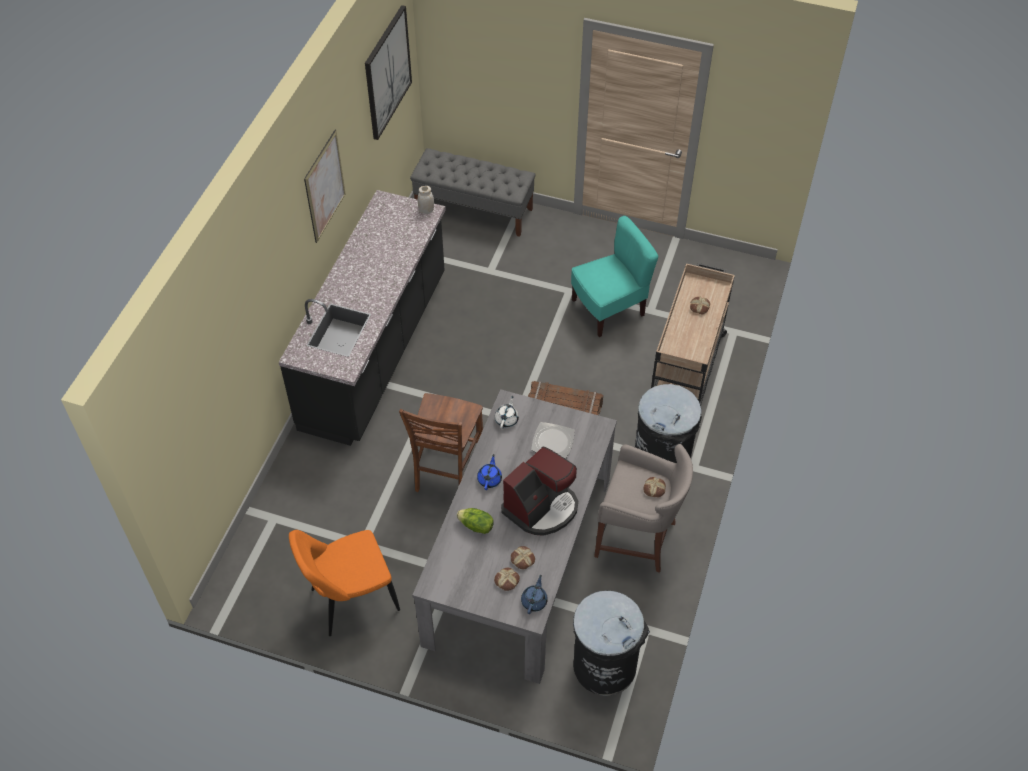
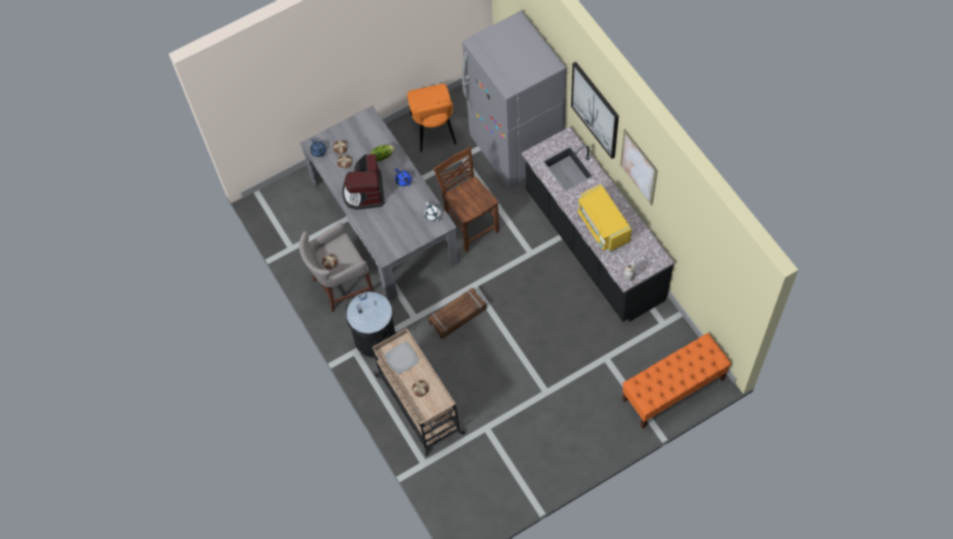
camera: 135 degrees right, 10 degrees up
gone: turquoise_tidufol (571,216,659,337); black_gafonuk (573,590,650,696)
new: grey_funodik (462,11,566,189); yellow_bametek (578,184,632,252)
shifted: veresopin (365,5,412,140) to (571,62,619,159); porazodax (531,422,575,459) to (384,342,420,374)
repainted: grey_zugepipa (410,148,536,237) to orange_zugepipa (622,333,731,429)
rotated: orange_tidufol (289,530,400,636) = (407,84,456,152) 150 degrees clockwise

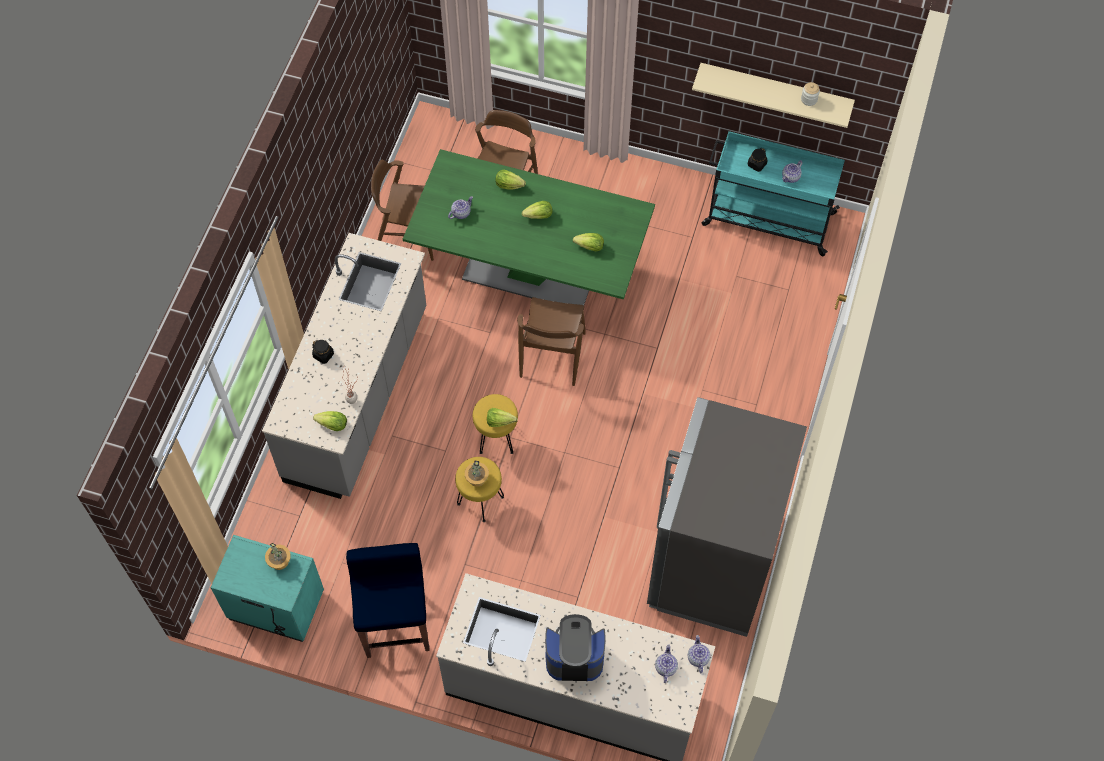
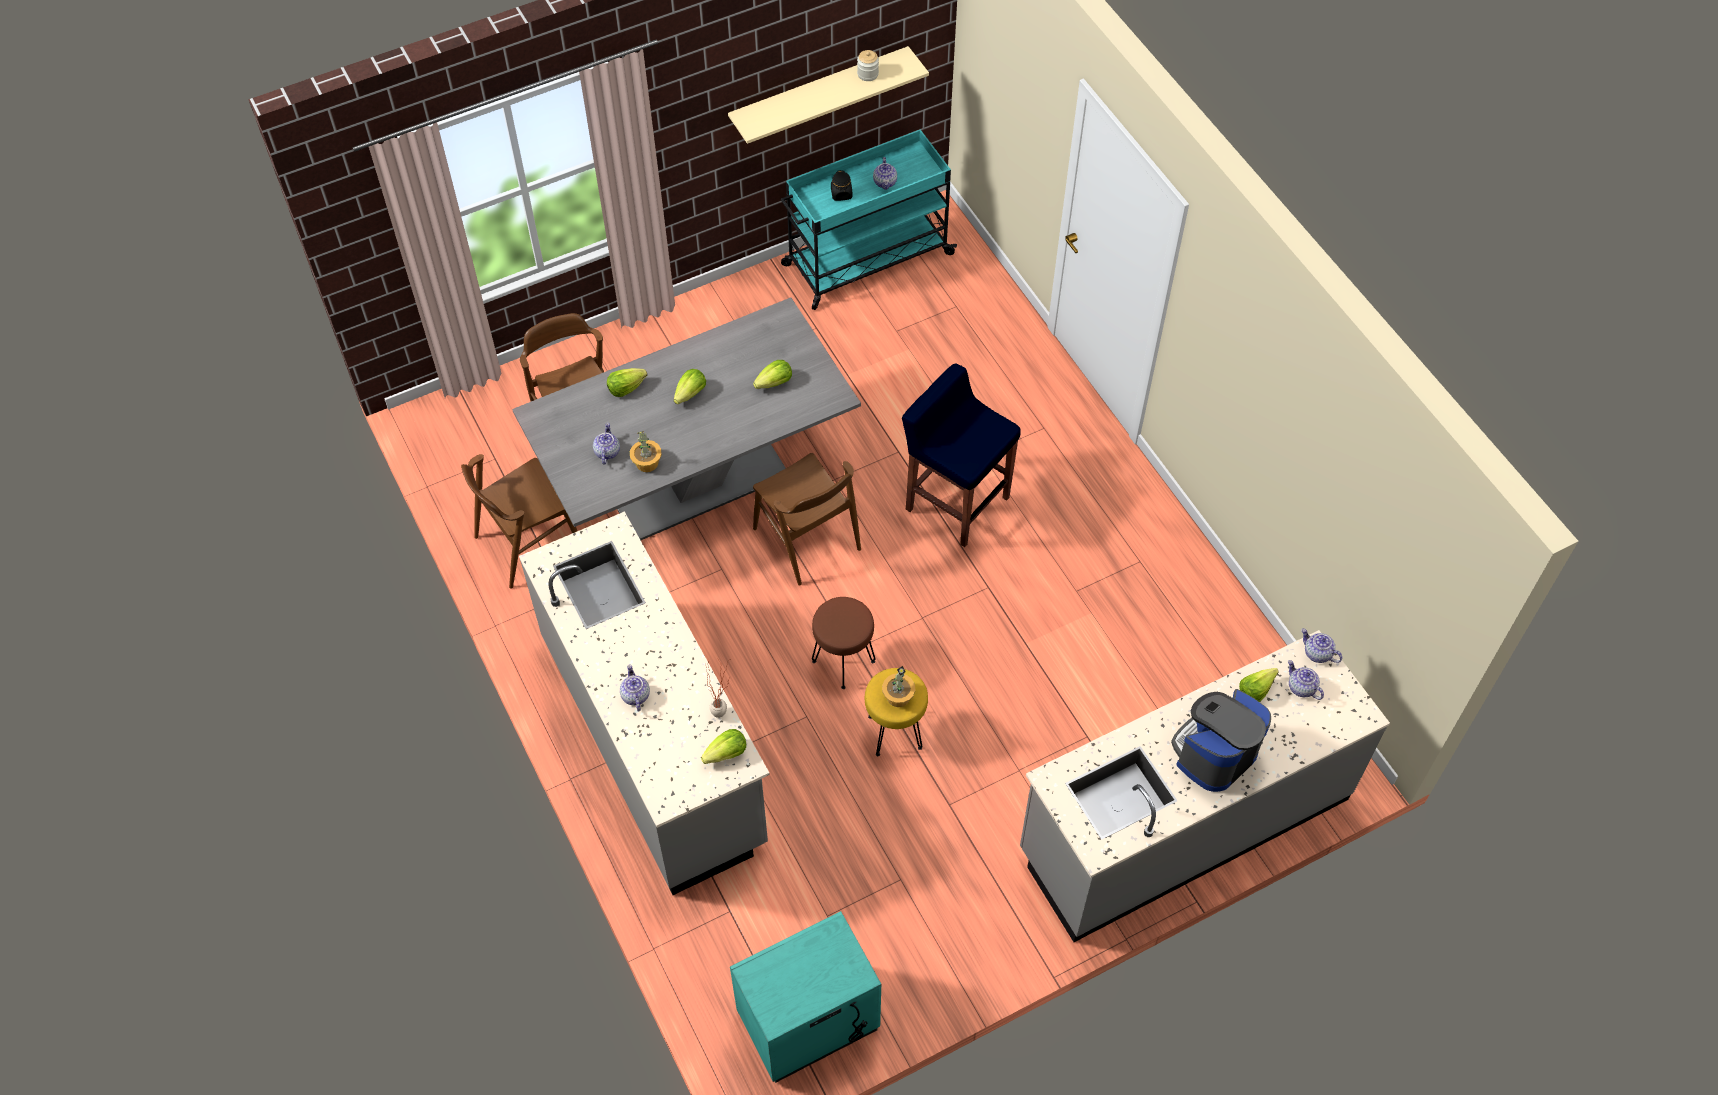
camera: 45 degrees left, 5 degrees down
gone: grey_funodik (647,397,807,637)
shifted: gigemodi (265,543,291,570) to (630,431,662,472); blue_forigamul (346,543,430,658) to (902,364,1021,547); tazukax (487,408,518,427) to (1239,668,1279,702)
swapped: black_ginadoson (312,340,334,364) to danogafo (620,664,650,712)
repainted: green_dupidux (403,149,655,305) to grey_dupidux (512,297,861,540); yellow_forigamul (473,394,518,454) to brown_forigamul (812,597,875,689)

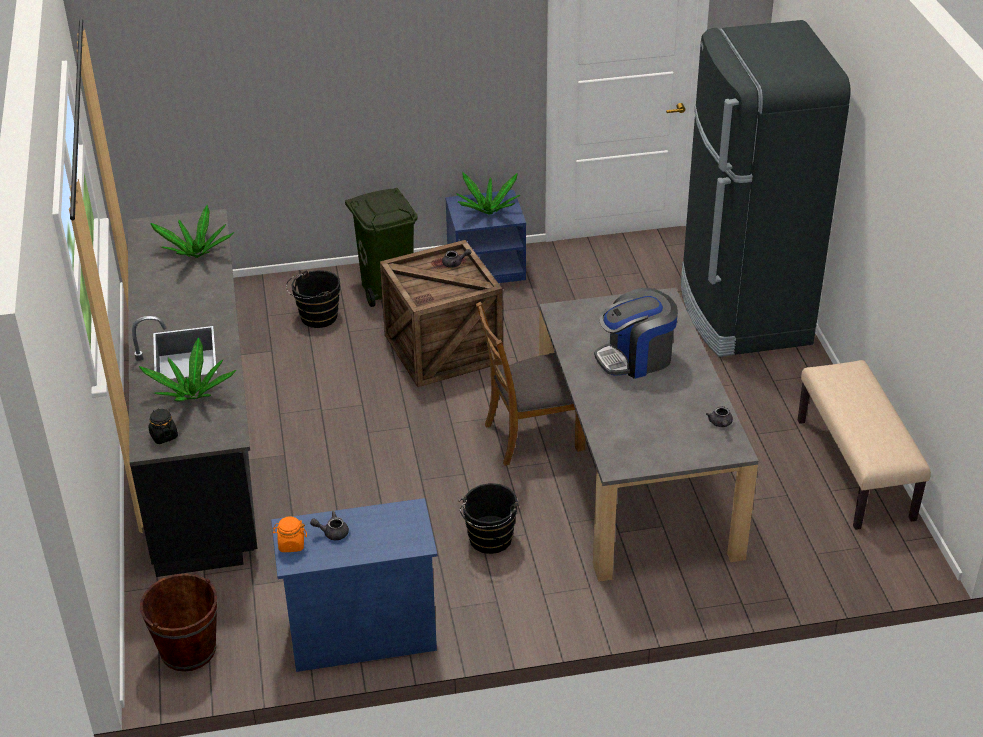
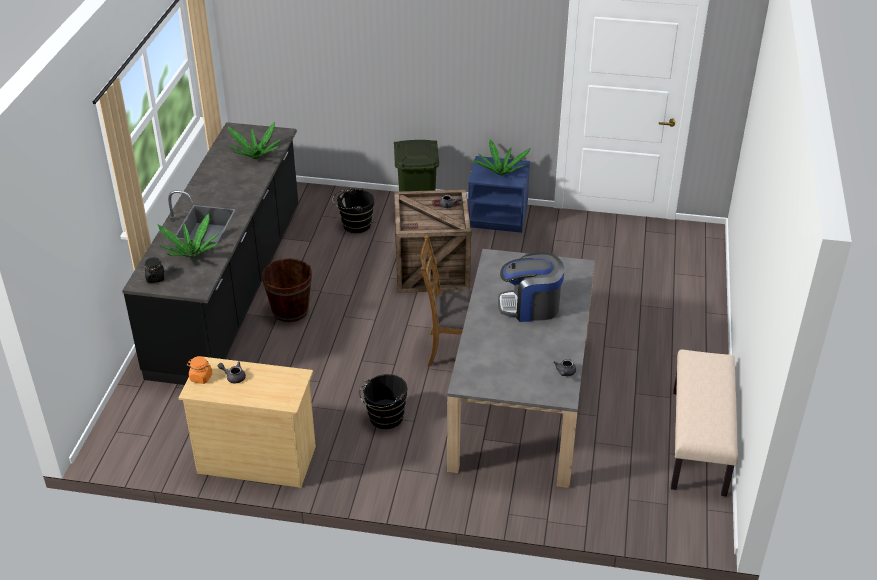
camera: 20 degrees right, 0 degrees up
gone: black_funodik (681,20,851,357)
shifted: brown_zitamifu (140,573,217,672) to (262,258,312,322)
repainted: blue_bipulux (271,498,437,672) to beige_bipulux (178,357,316,488)

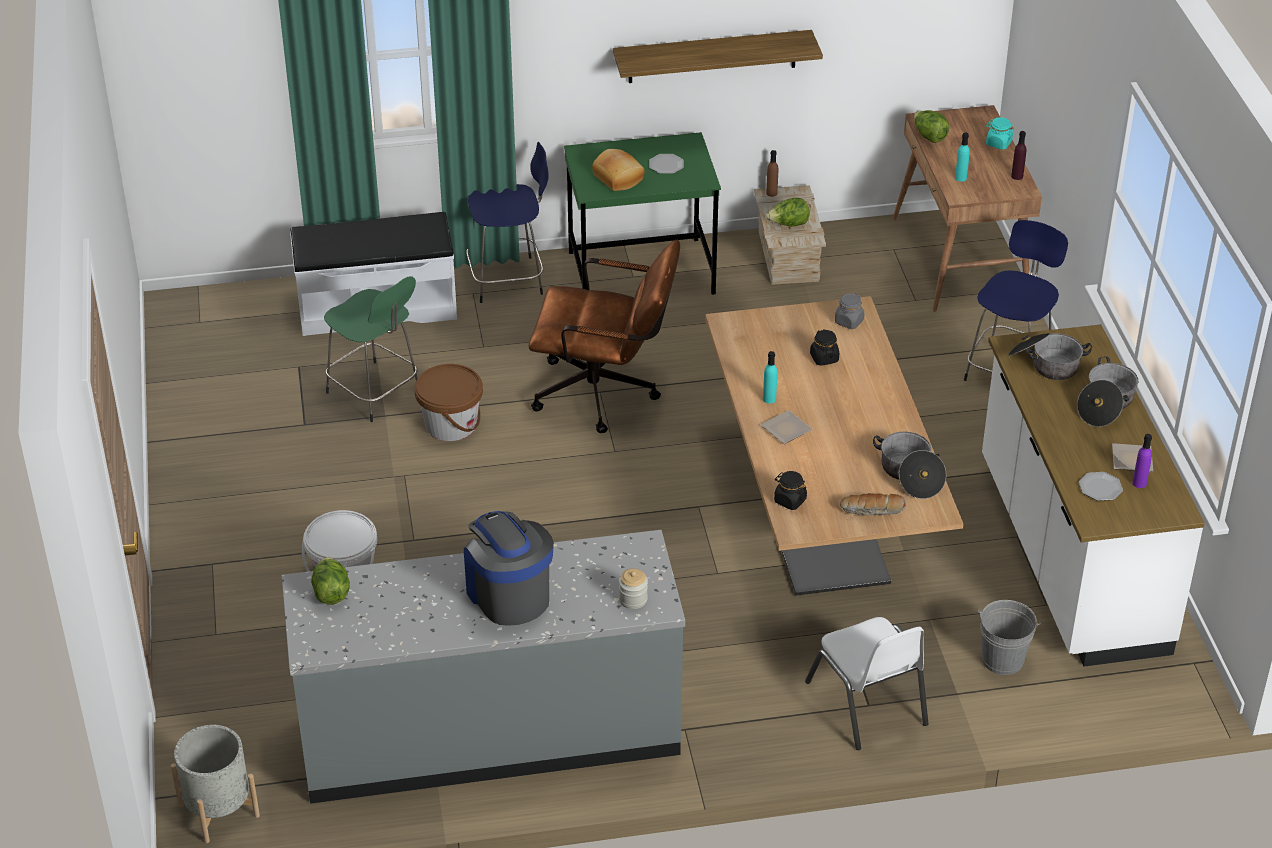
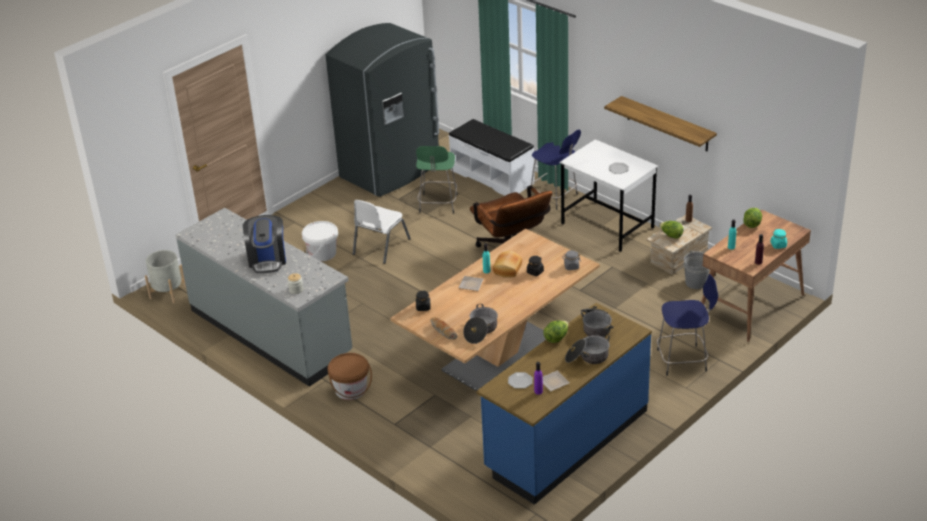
camera: 55 degrees right, 5 degrees down
new: grey_funodik (326,23,439,197)
shifted: tazukax (311,557,350,605) to (543,320,569,343); brown_zitamifu (414,364,483,441) to (327,353,372,400); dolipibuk (592,149,645,191) to (493,251,522,278); white_tidufol (805,617,928,750) to (353,200,411,264); grey_zitamifu (978,600,1041,675) to (684,250,710,289)
repainted: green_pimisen (564,132,721,295) to white_pimisen (560,139,658,252); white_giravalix (982,324,1205,667) to blue_giravalix (476,303,652,505)
rotated: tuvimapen (464,511,554,626) = (243,215,286,273) 150 degrees clockwise

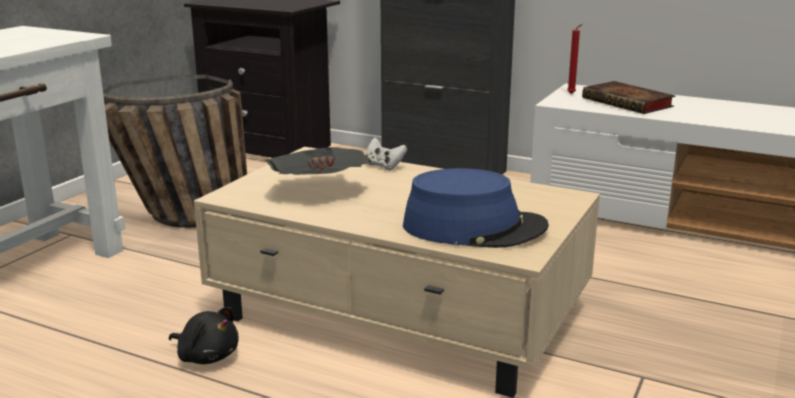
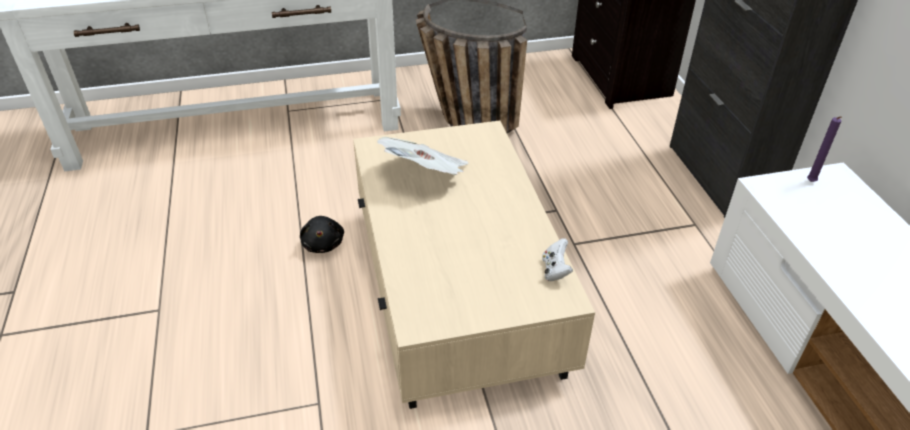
camera: 50 degrees right, 20 degrees up
gone: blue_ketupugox (403,168,549,248); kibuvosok (582,81,675,114)
shifted: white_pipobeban (366,138,407,170) to (542,238,573,281)
repainted: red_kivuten (567,24,583,94) to purple_kivuten (807,116,842,182)

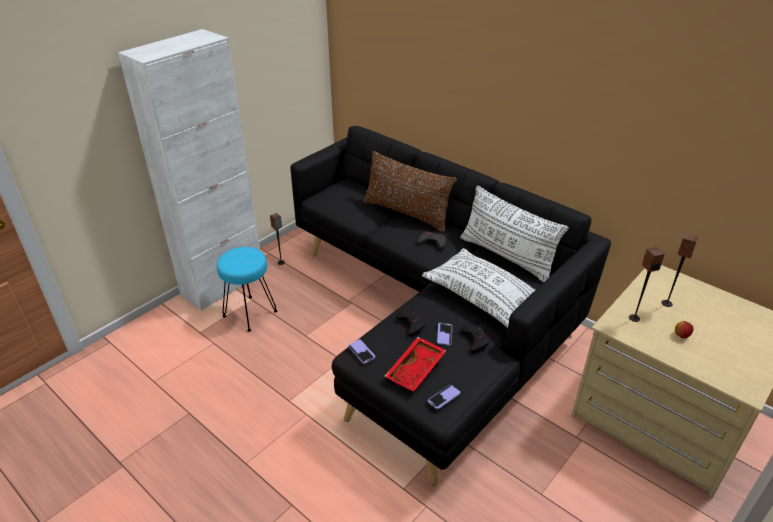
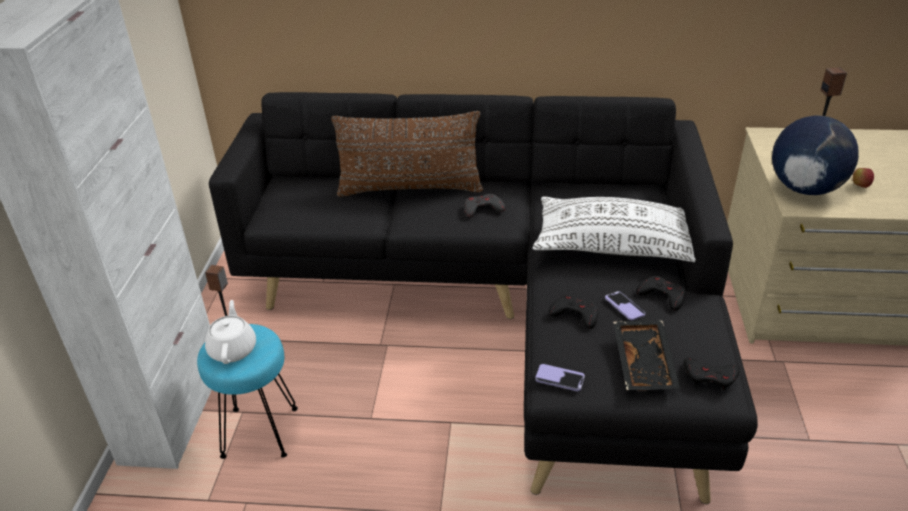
camera: 35 degrees left, 0 degrees up
gone: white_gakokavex (460,186,569,282)
new: white_danogafo (205,300,256,364)
swapped: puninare (428,385,460,409) to black_pipobeban (683,358,739,391); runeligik (629,247,665,322) to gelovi (772,115,859,195)
repainted: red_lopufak (384,337,447,392) to black_lopufak (613,320,680,391)

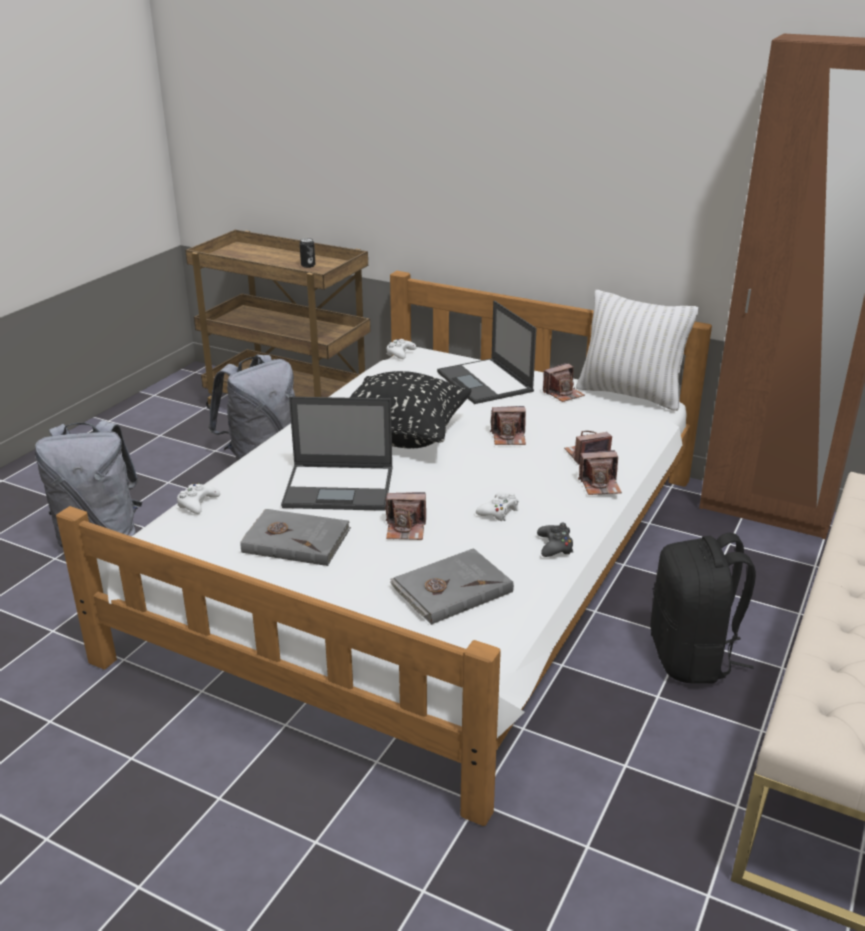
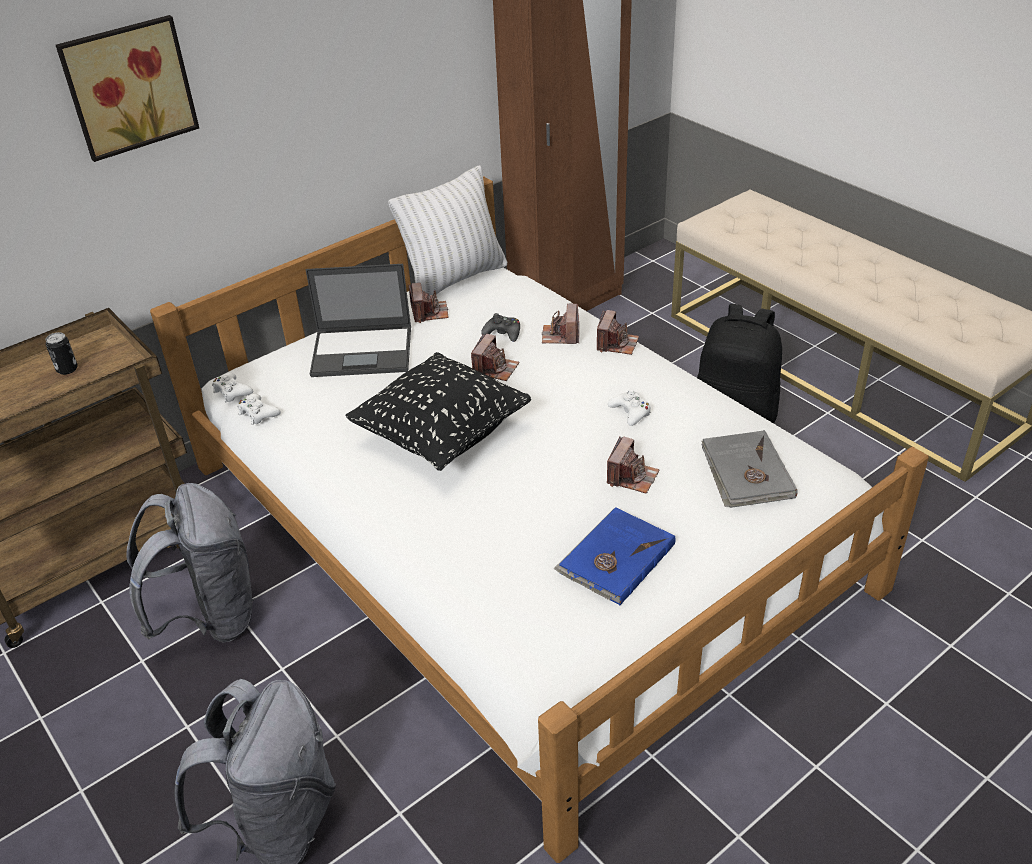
camera: 65 degrees left, 10 degrees up
gone: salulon (281,397,393,511)
new: veresopin (56,15,199,162)
shifted: white_pipobeban (177,483,220,514) to (237,394,281,425); black_pipobeban (537,523,573,557) to (481,313,520,342)
repainted: grey_kibuvosok (240,509,351,566) to blue_kibuvosok (553,507,676,605)

